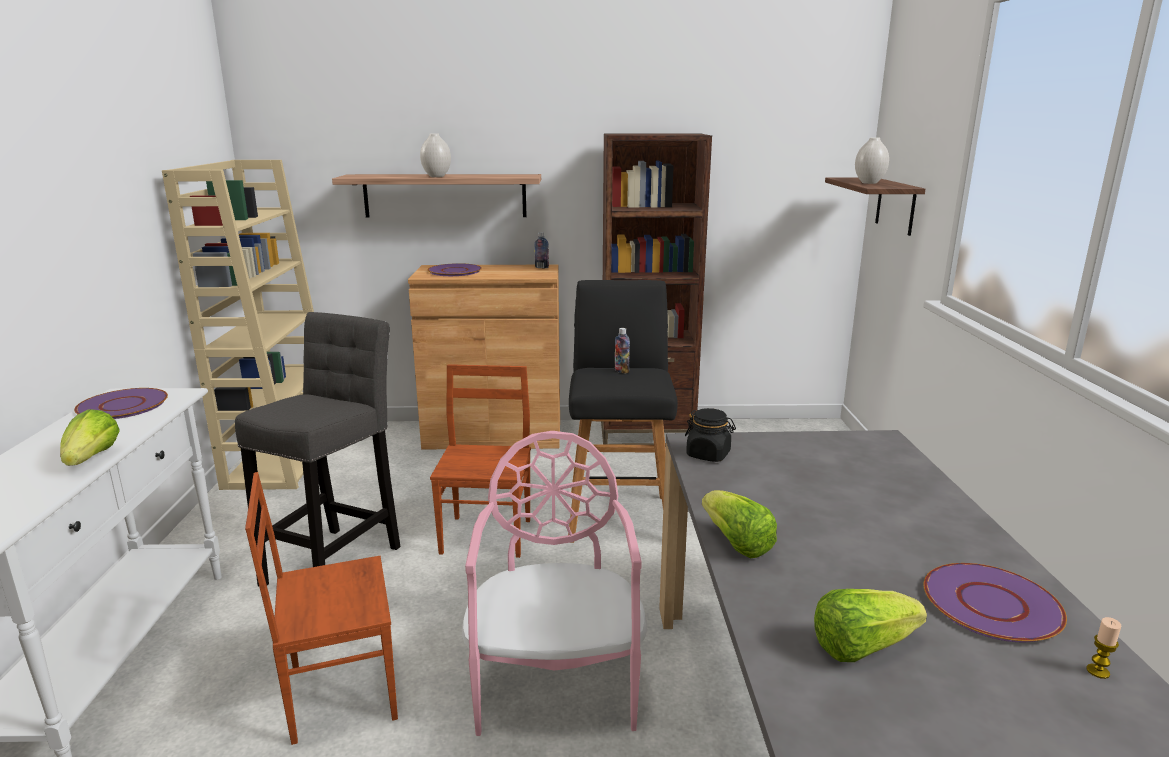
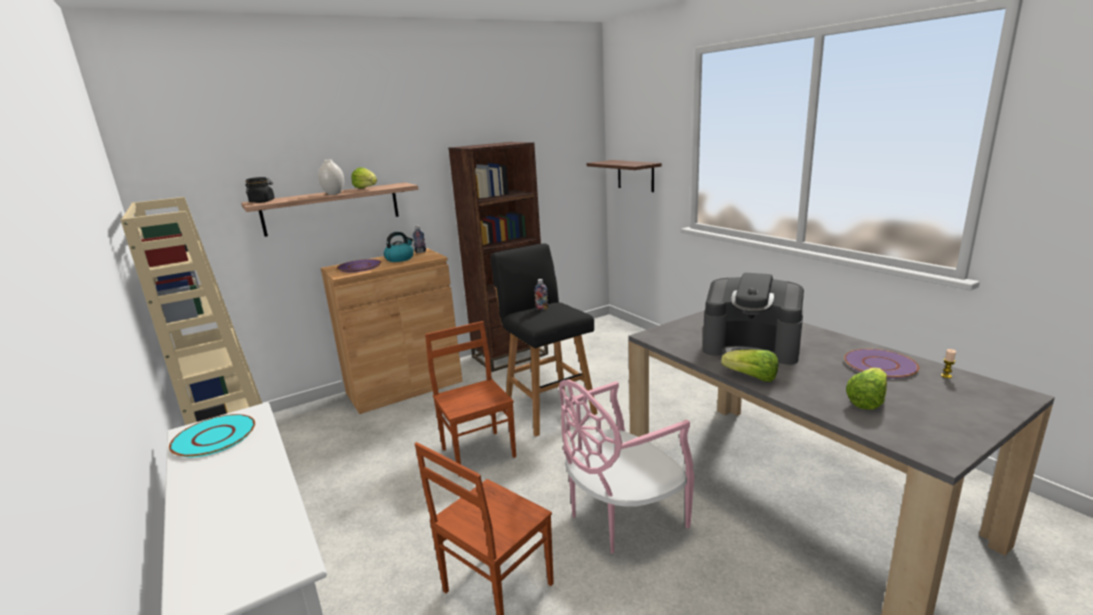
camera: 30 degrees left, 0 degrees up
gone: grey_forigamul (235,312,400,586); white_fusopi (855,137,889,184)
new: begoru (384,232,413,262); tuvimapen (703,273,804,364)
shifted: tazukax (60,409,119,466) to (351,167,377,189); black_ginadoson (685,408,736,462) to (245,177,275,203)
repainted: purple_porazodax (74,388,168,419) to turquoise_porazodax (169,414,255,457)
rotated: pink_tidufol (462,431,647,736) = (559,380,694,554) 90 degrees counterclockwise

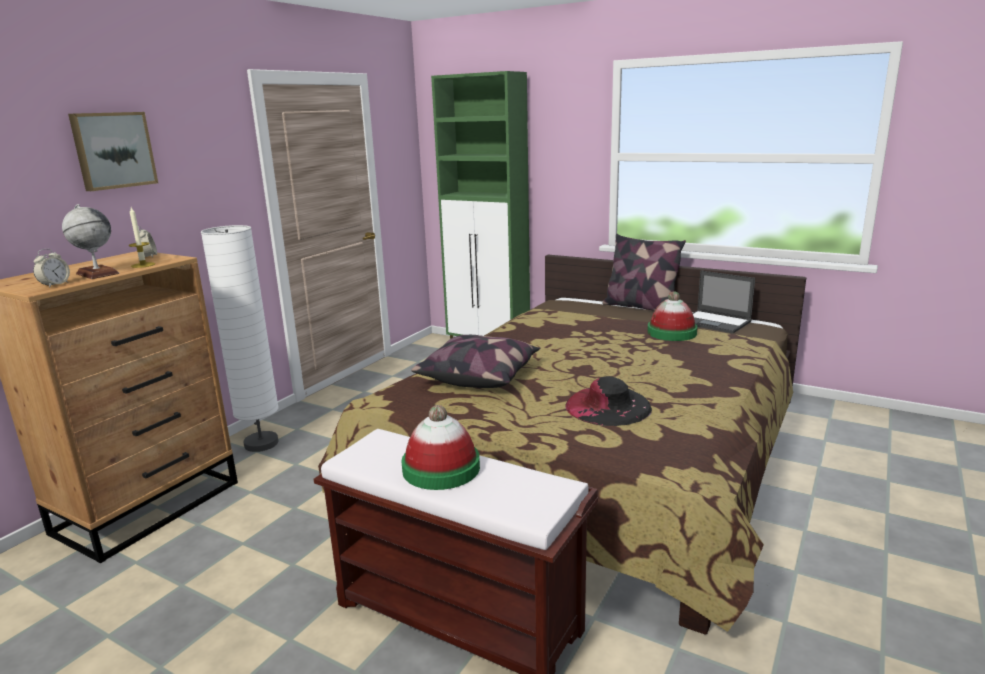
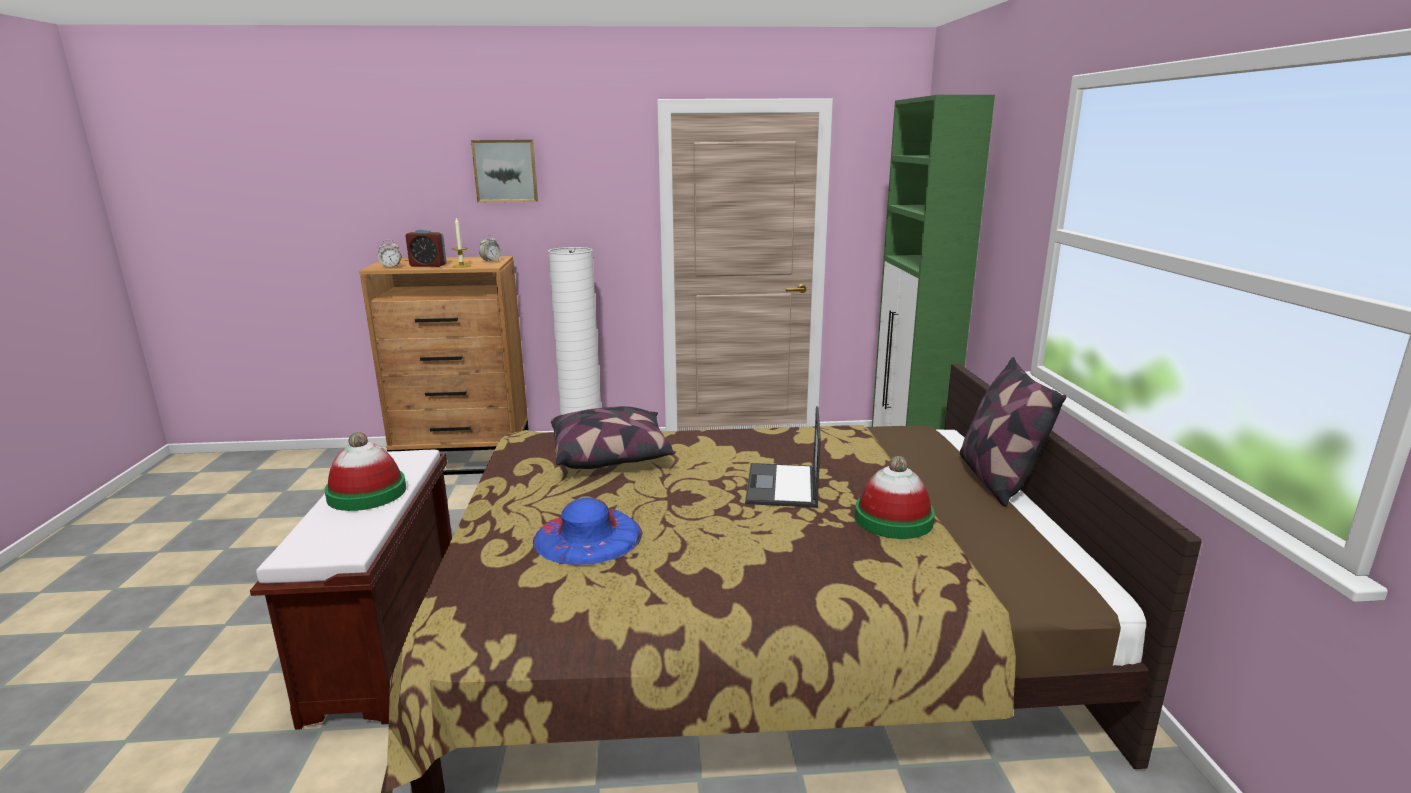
camera: 55 degrees right, 0 degrees up
shifted: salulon (693,270,755,334) to (745,406,821,508)
swapped: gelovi (62,204,119,279) to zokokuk (406,229,447,267)
repainted: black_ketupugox (566,376,652,426) to blue_ketupugox (533,497,643,565)

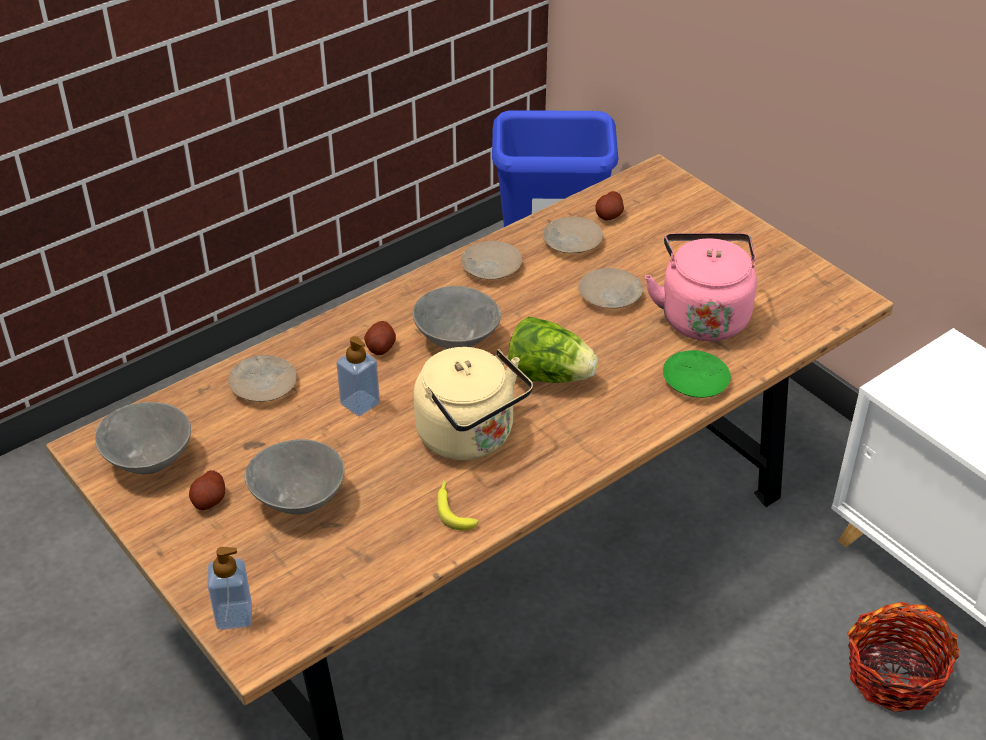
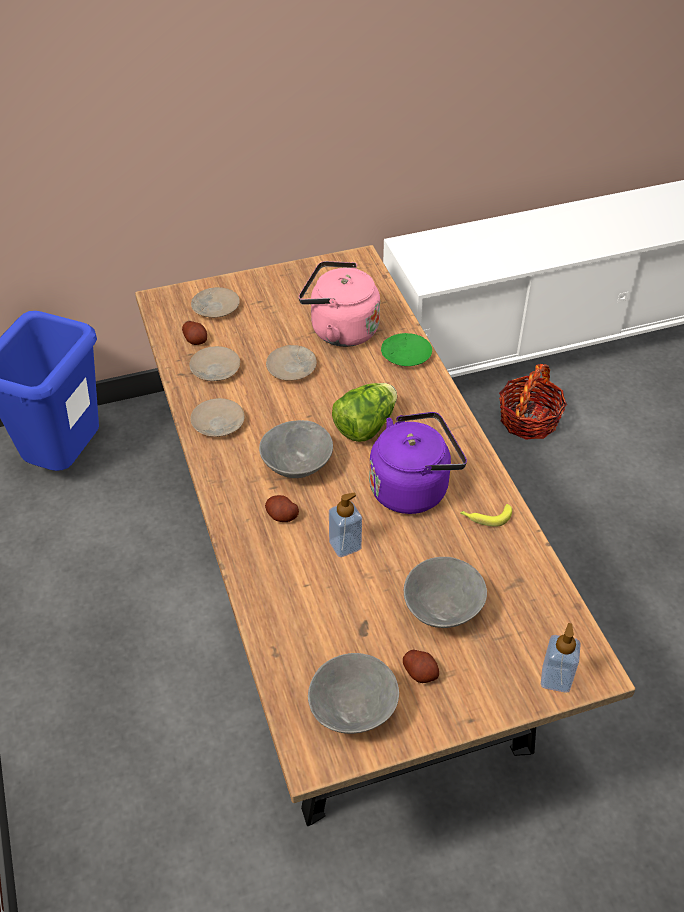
camera: 70 degrees left, 5 degrees up
shifted: beige_porazodax (228,355,297,402) to (191,287,240,318)
repainted: beige_begoru (414,347,533,460) to purple_begoru (369,412,467,514)

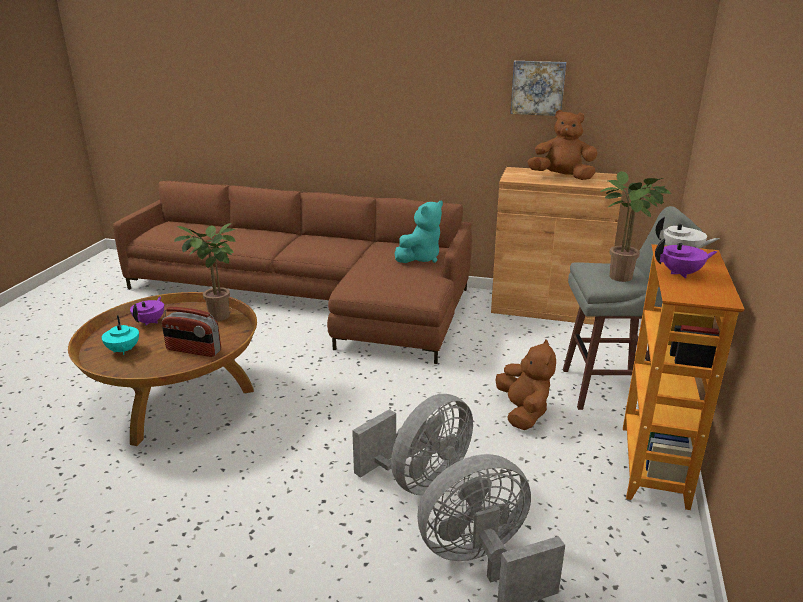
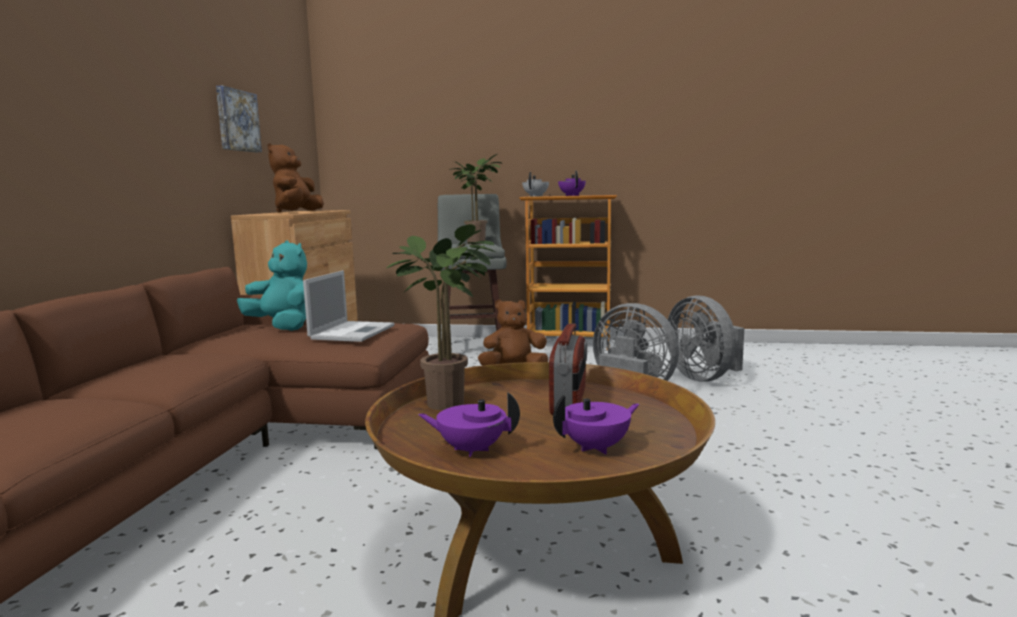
camera: 95 degrees left, 15 degrees down
new: salulon (303,270,395,342)
repainted: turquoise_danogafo (101,315,139,355) to purple_danogafo (553,395,639,455)

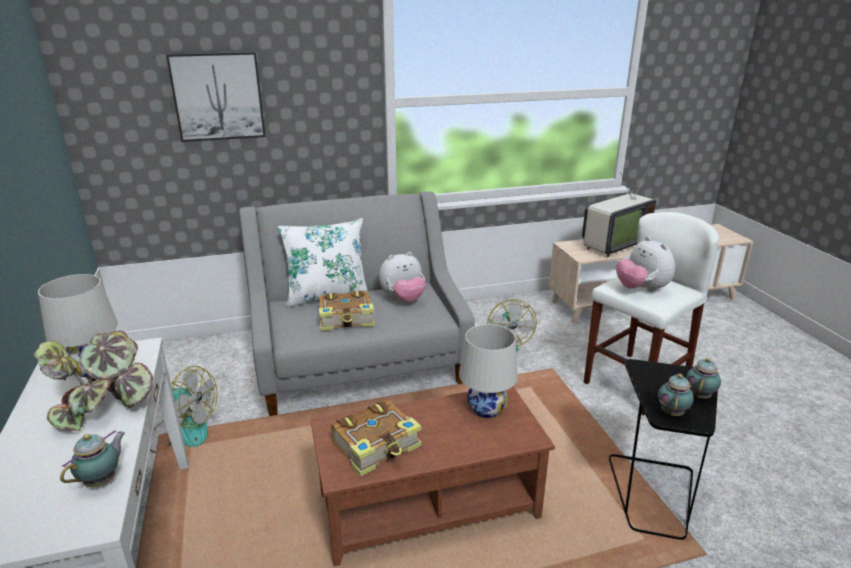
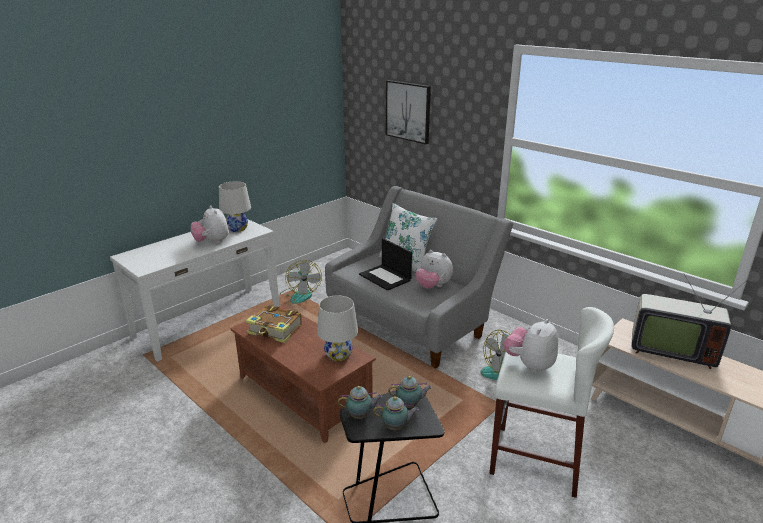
camera: 60 degrees right, 0 degrees up
shifted: danogafo (60,430,125,487) to (388,376,432,408)
swapped: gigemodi (33,331,153,431) to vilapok (191,206,229,244); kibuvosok (319,291,375,331) to salulon (359,238,412,291)

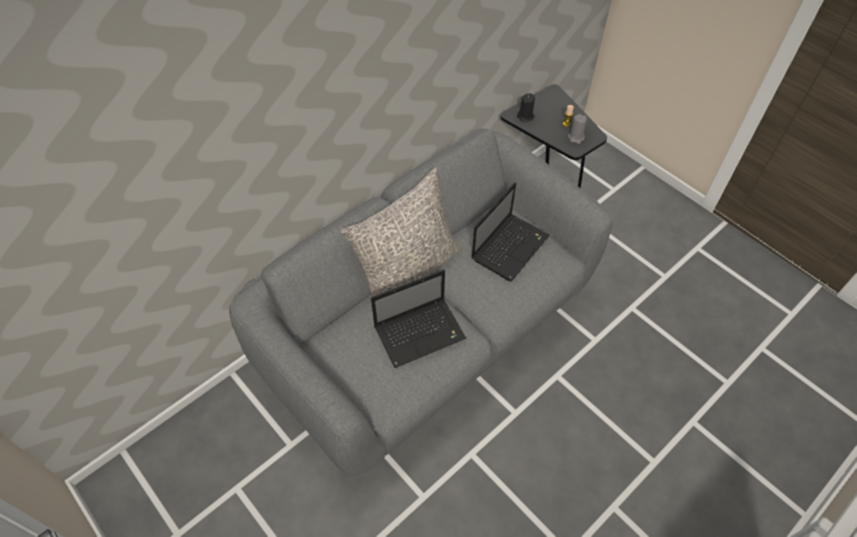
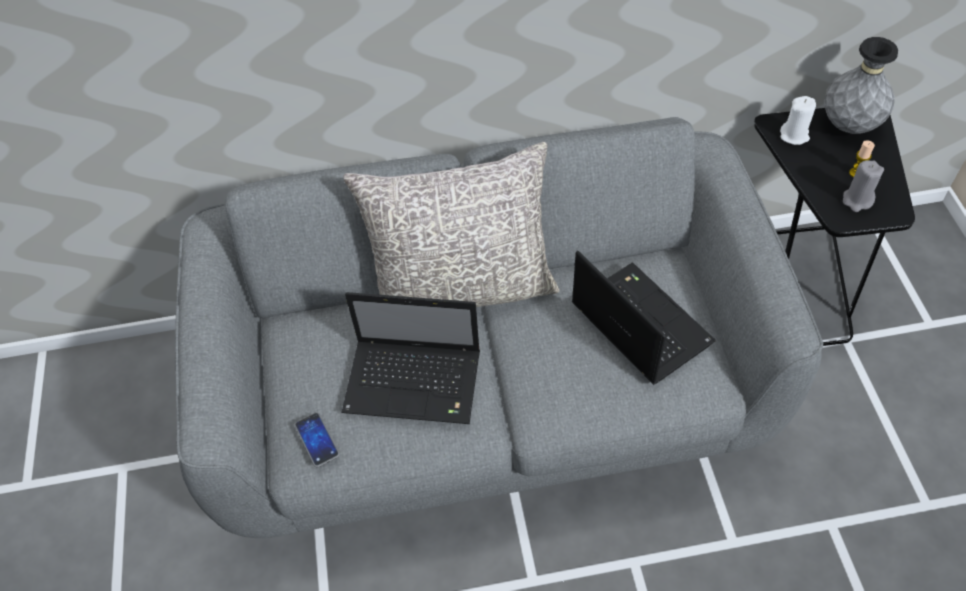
camera: 35 degrees right, 0 degrees up
new: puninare (294,412,340,467); grey_fusopi (824,37,898,134)
repainted: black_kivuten (517,93,535,122) to white_kivuten (780,96,816,145)
rotated: salulon (471,182,550,282) = (572,251,716,385) 105 degrees counterclockwise

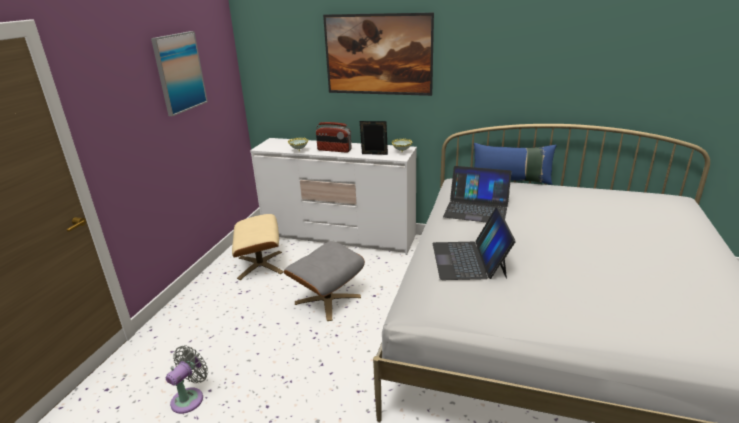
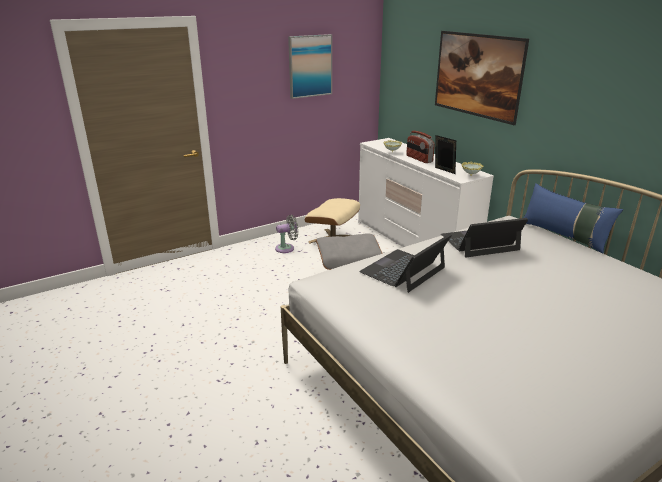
camera: 40 degrees right, 0 degrees up
shifted: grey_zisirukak (166,346,208,414) to (275,215,298,253)
rotated: salulon (443,166,512,223) = (441,218,528,257) 105 degrees clockwise

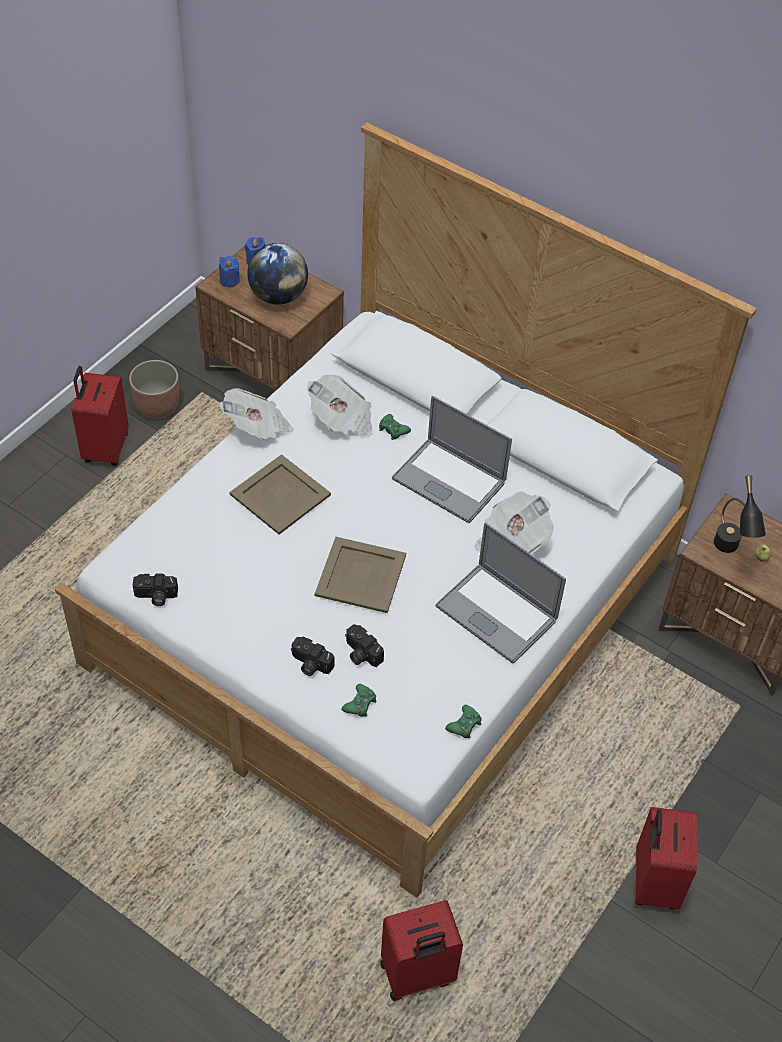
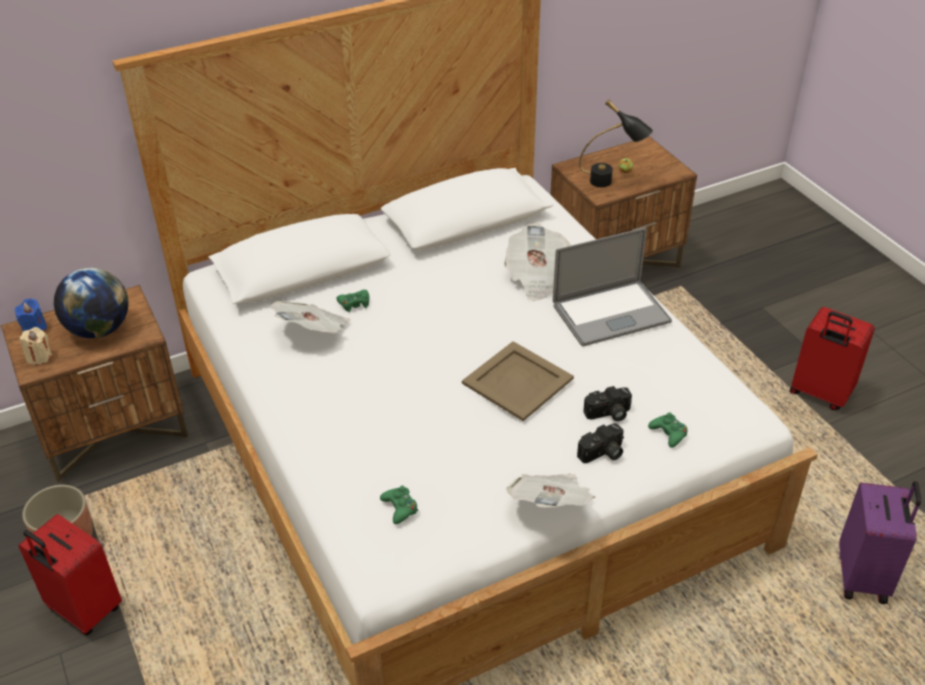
camera: 60 degrees left, 10 degrees down
gone: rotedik (133,573,178,606); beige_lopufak (229,454,331,535); salulon (392,396,512,523)
shifted: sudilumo (219,388,294,440) to (506,473,595,508); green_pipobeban (445,705,482,739) to (380,486,418,524)
repainted: blue_kivuten (219,256,240,287) to beige_kivuten (20,327,52,365); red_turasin (380,900,463,1001) to purple_turasin (839,481,921,604)

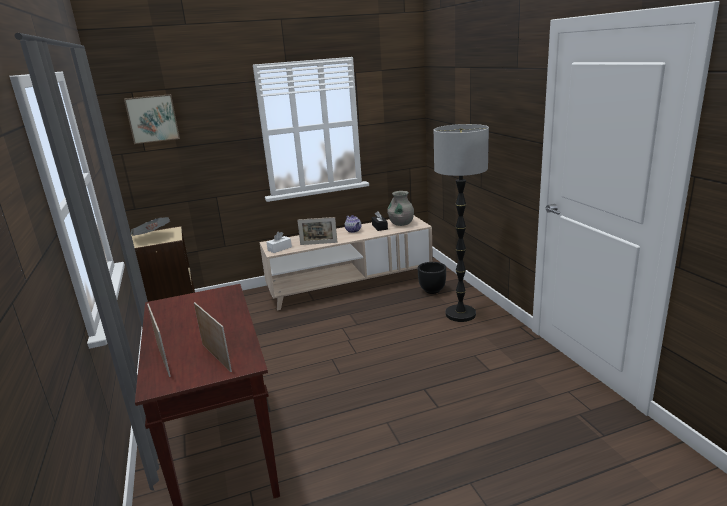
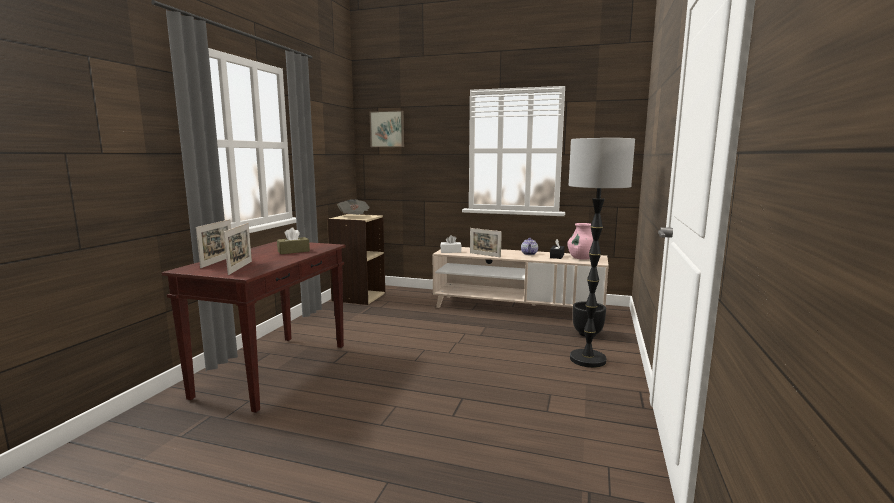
camera: 35 degrees right, 10 degrees down
new: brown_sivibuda (277,227,310,254)
repainted: grey_fusopi (387,191,414,226) to pink_fusopi (567,223,593,260)

